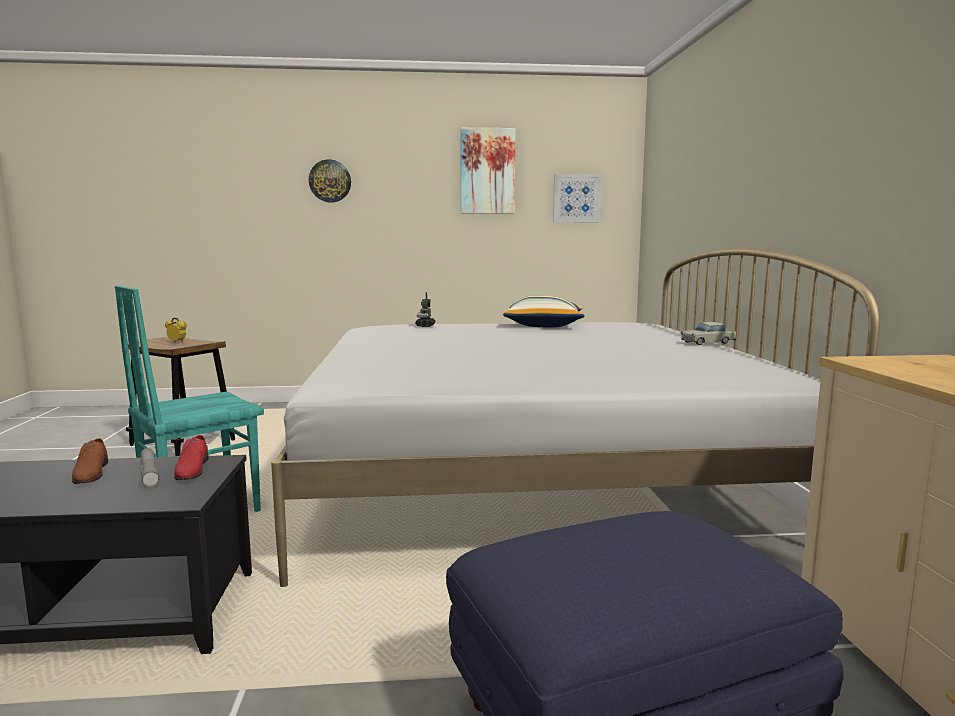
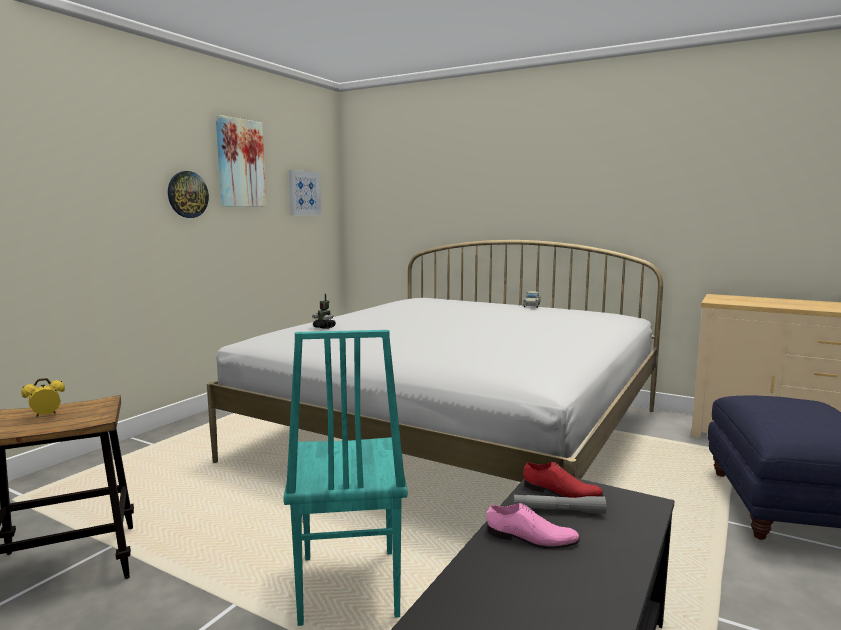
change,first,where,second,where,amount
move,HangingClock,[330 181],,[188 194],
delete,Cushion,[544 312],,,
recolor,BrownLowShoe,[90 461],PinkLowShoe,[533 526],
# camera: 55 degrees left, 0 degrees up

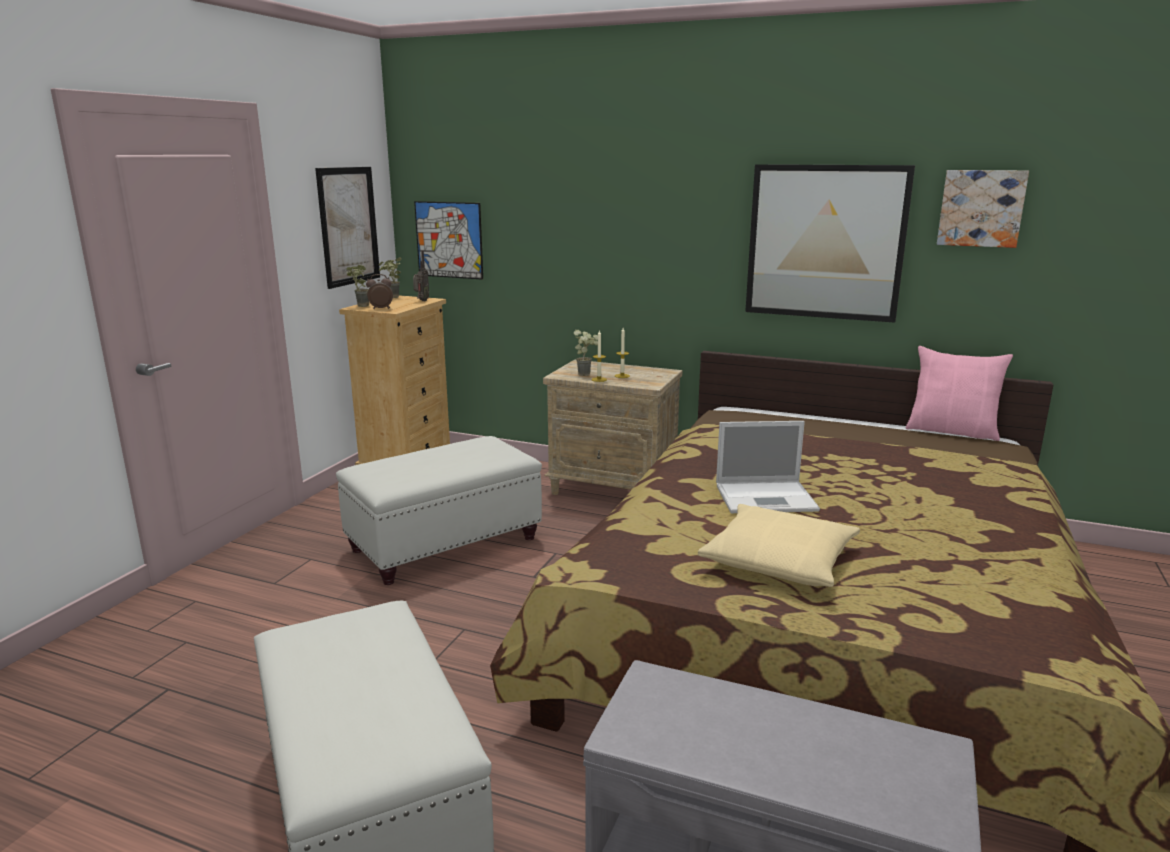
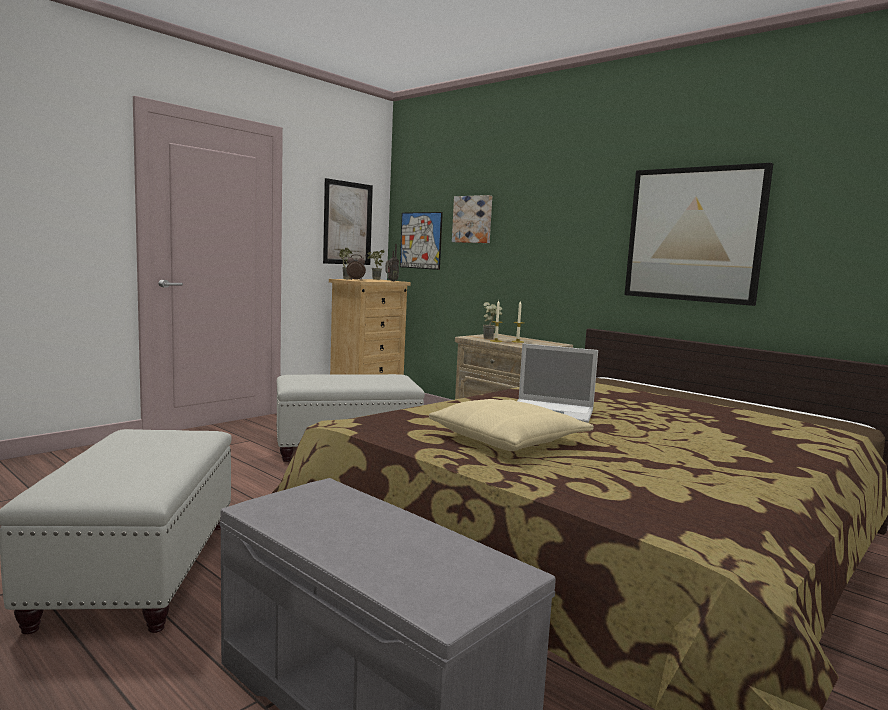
change,first,where,second,where,amount
move,WallArt,[983 209],,[472 219],
delete,PinkCushion,[959 393],,,
# camera: 20 degrees right, 10 degrees down

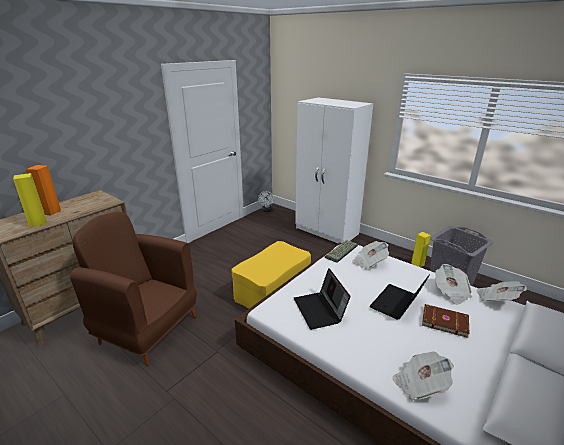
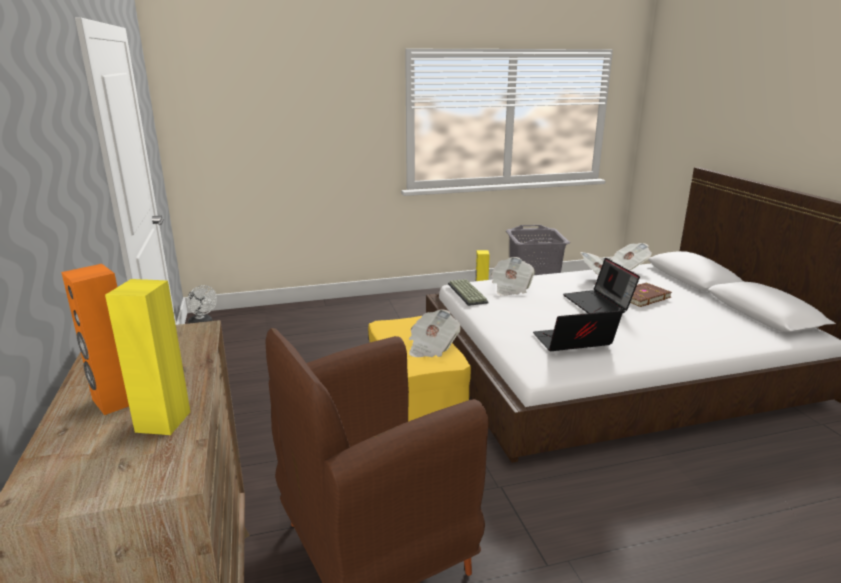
change,first,where,second,where,amount
delete,WhiteClothesCupboard,[334 170],,,
rotate,Laptop,[321 299],,[578 330],150 degrees clockwise
move,Newspaper,[423 375],,[435 333],
# camera: 55 degrees left, 5 degrees down

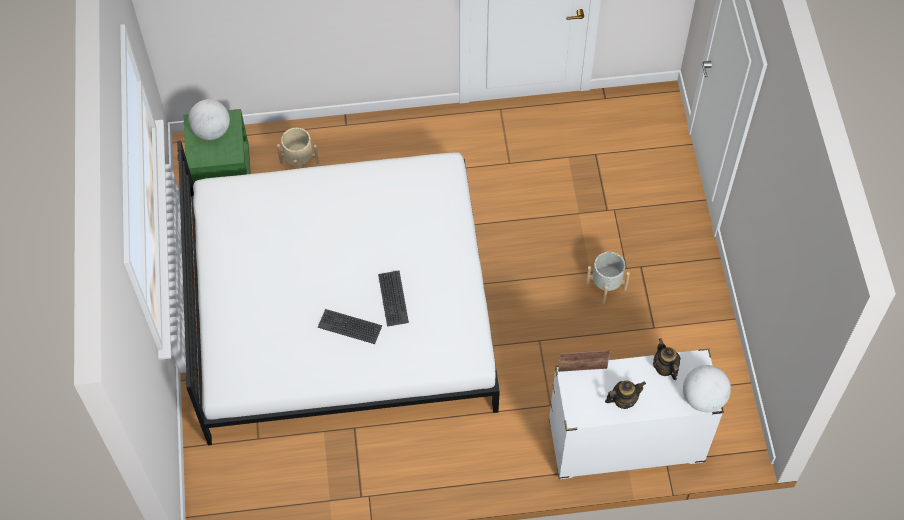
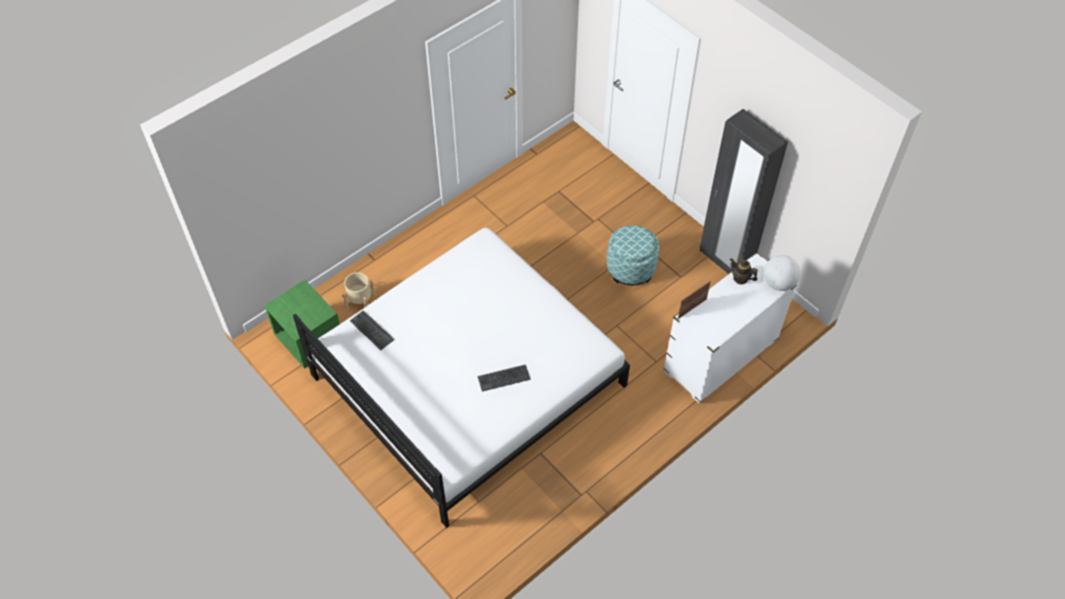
change,first,where,second,where,amount
delete,DeskGlobe,[209 119],,,
replace,GreyFlowerPot,[608 278],Ottoman,[633 255],
move,Keyboard,[393 299],,[372 330],
delete,TeaPot,[625 394],,,
insert,,,BlackColouredClothesCupboard,[743 191],
# camera: 35 degrees left, 5 degrees down

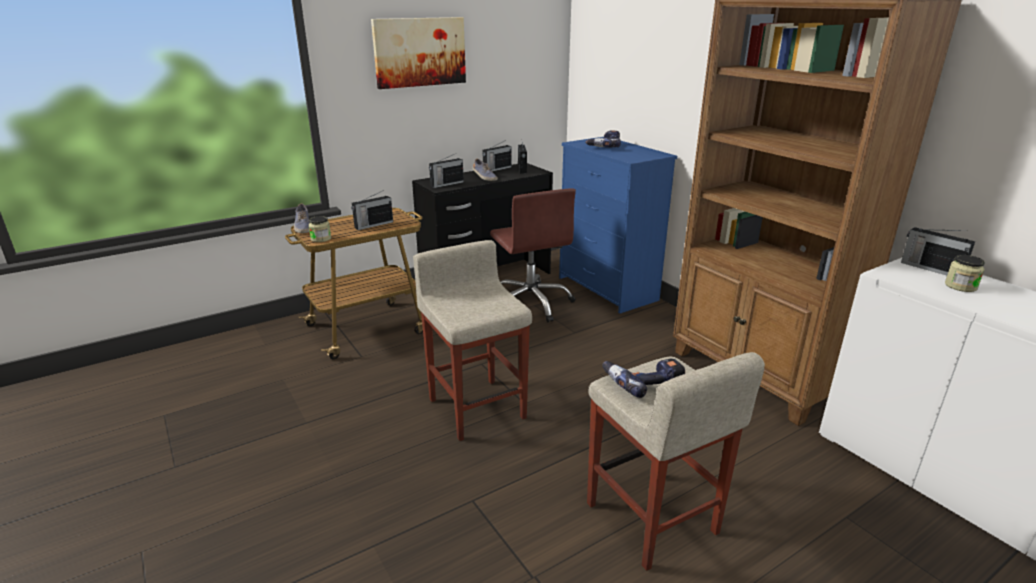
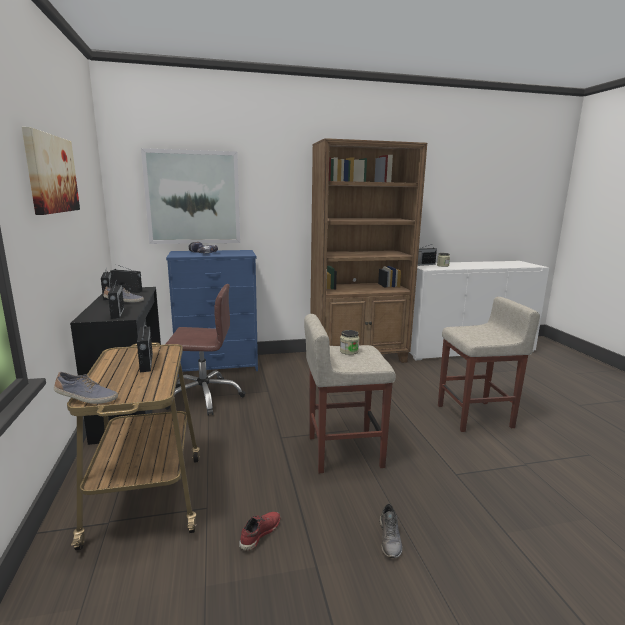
change,first,where,second,where,amount
move,PreserveJar,[320 229],,[349 342],
delete,ElectricDrill,[643 378],,,
insert,,,WallArt,[190 196],
insert,,,GreyLowShoe,[391 531],
insert,,,RedColouredLowShoe,[259 531],
# camera: 70 degrees left, 10 degrees down

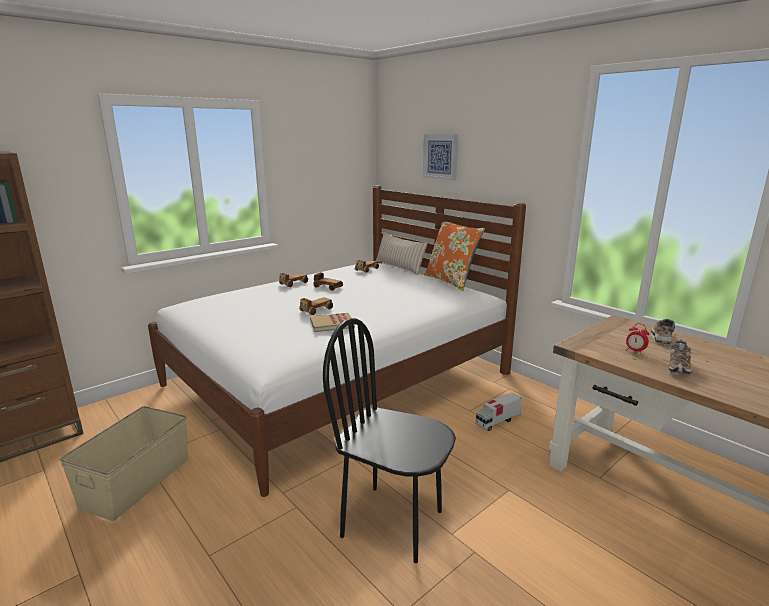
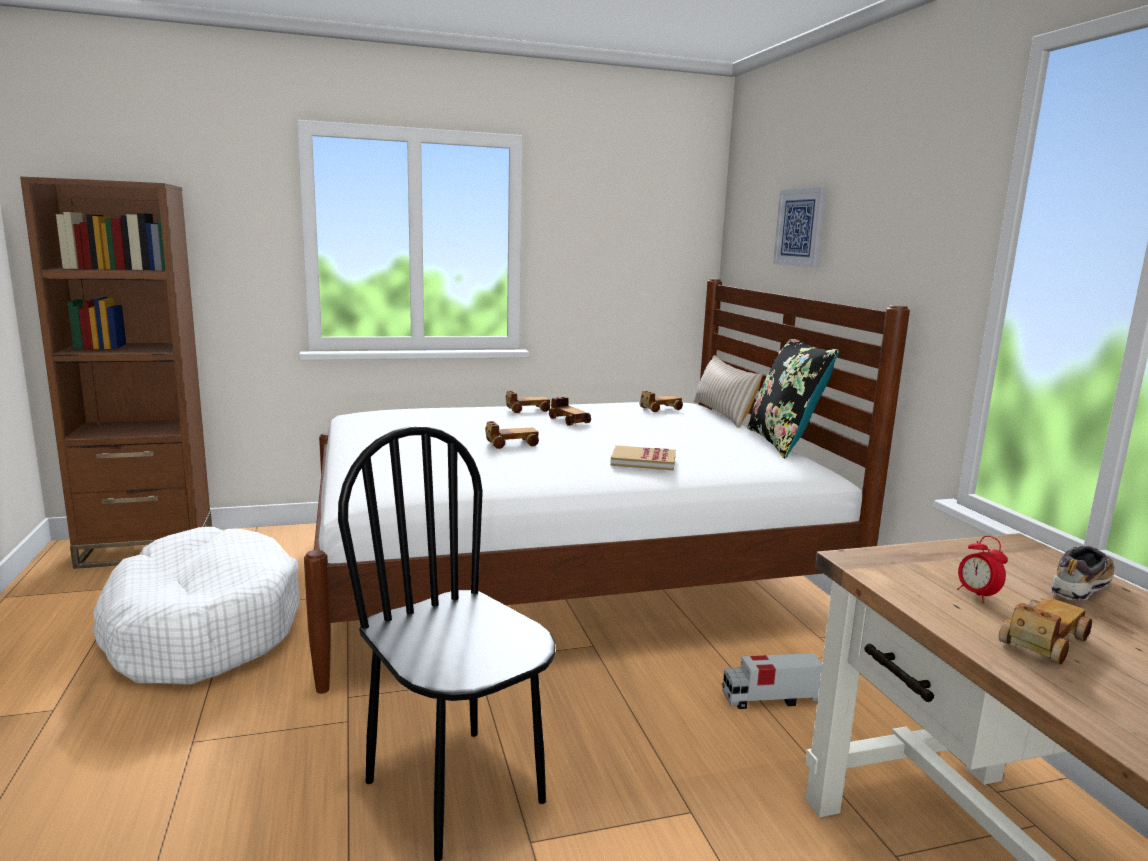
change,first,where,second,where,amount
recolor,OrangeColouredCushion,[454 256],BlackColouredCushion,[793 399],
move,BoundBook,[332 322],,[643 457],
replace,LowShoe,[680 357],ModelCar,[1045 631],
replace,BeigeColouredStorageBin,[124 463],WhitePetBed,[196 606],
# camera: 25 degrees right, 5 degrees down

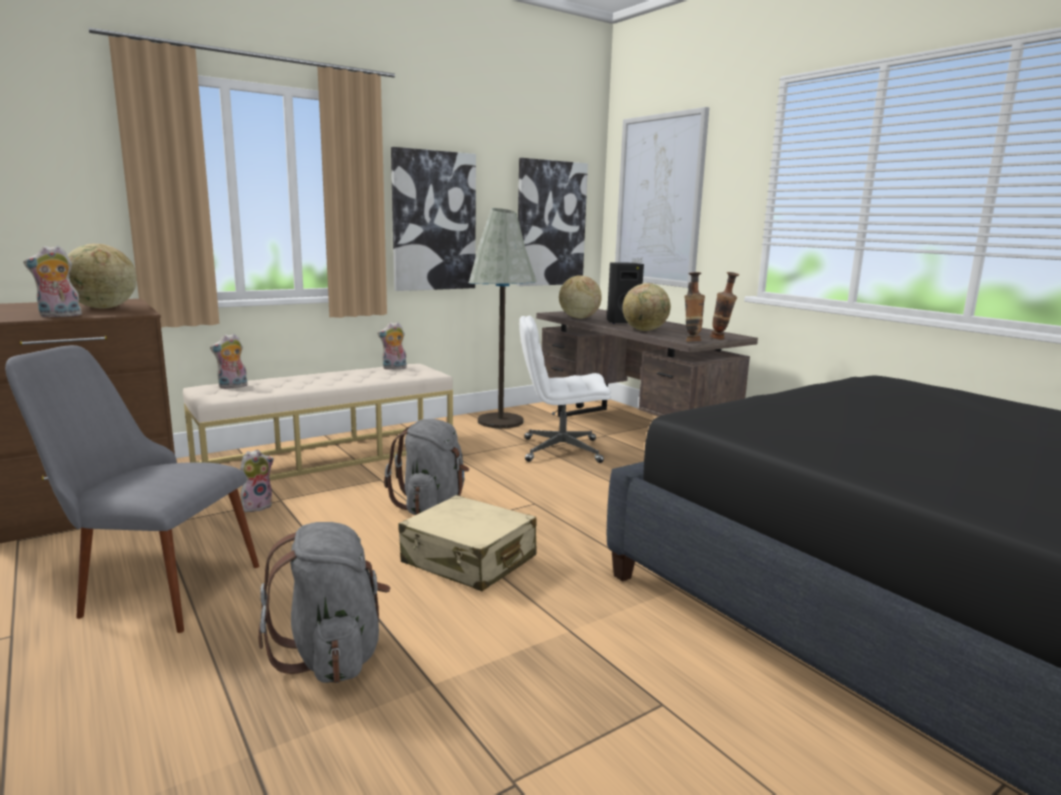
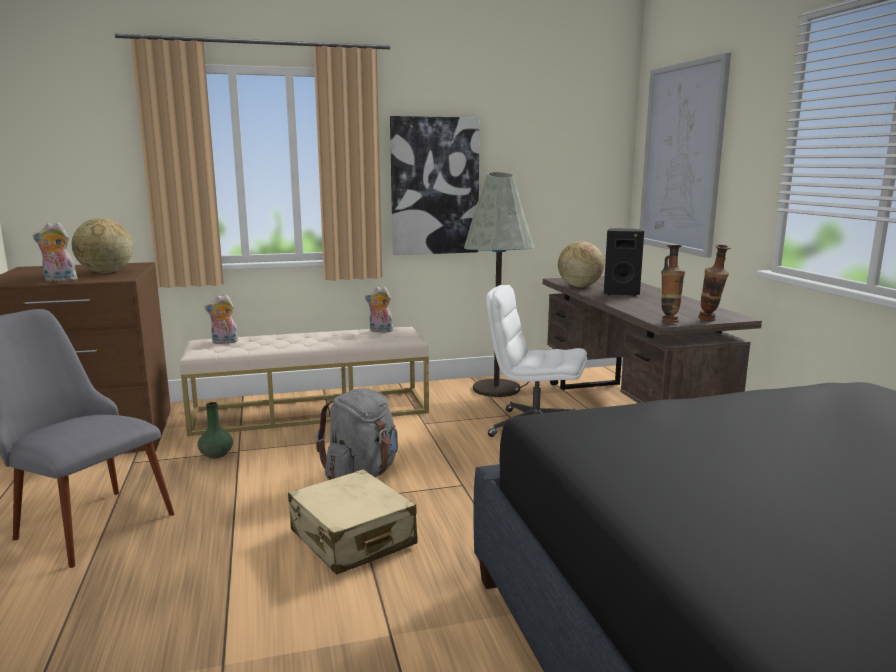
change,first,where,second,where,amount
delete,WallArt,[552 222],,,
delete,DeskGlobe,[647 307],,,
replace,SoftToy,[257 481],GreenVase,[215 430],
delete,GreyKnapsack,[324 602],,,
# camera: 20 degrees right, 0 degrees up

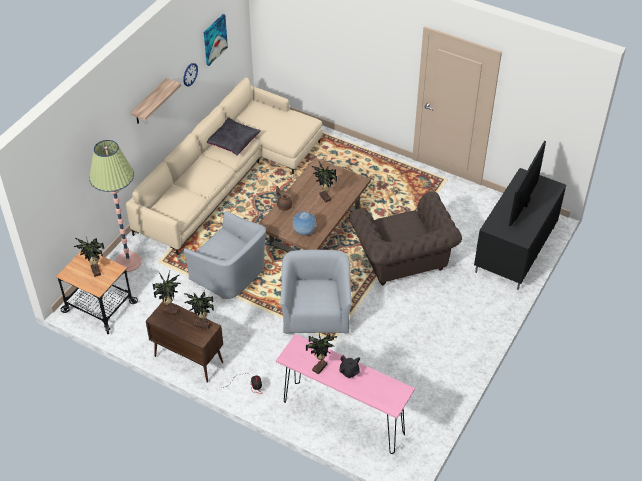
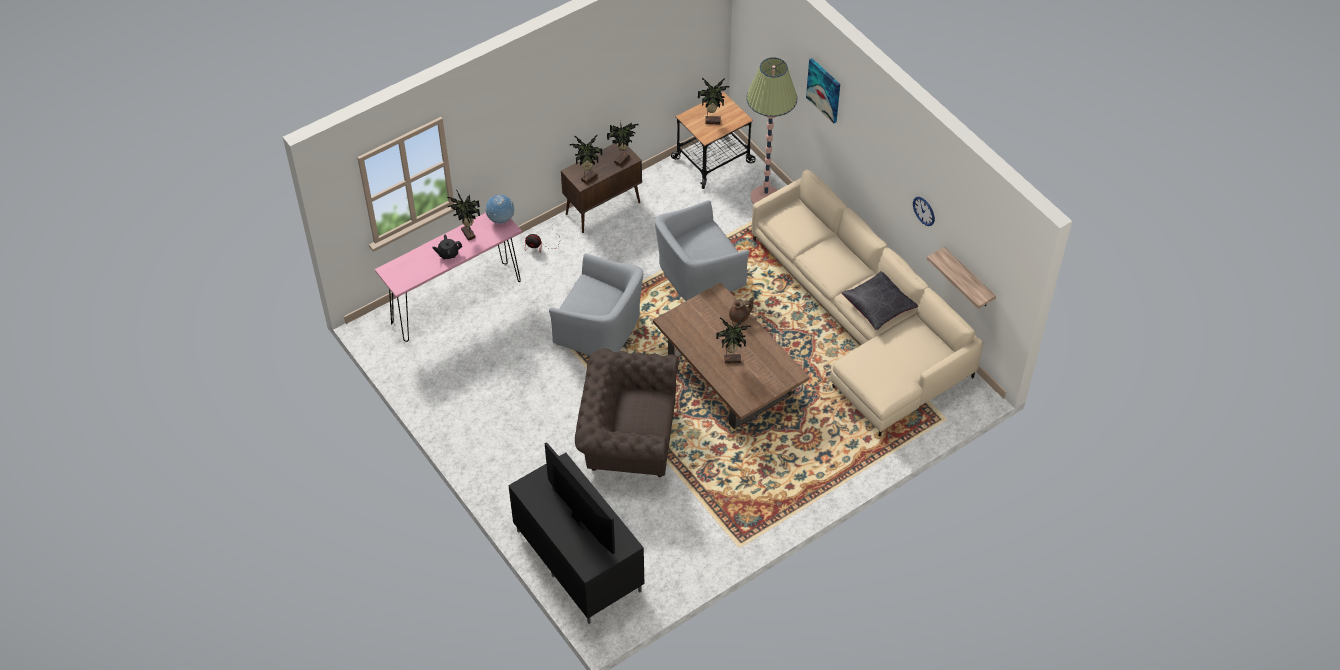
change,first,where,second,where,amount
move,WallArt,[216 40],,[823 91],
move,Shelf,[155 101],,[961 278],
move,DeskGlobe,[305 223],,[499 209],
# camera: 115 degrees right, 5 degrees up

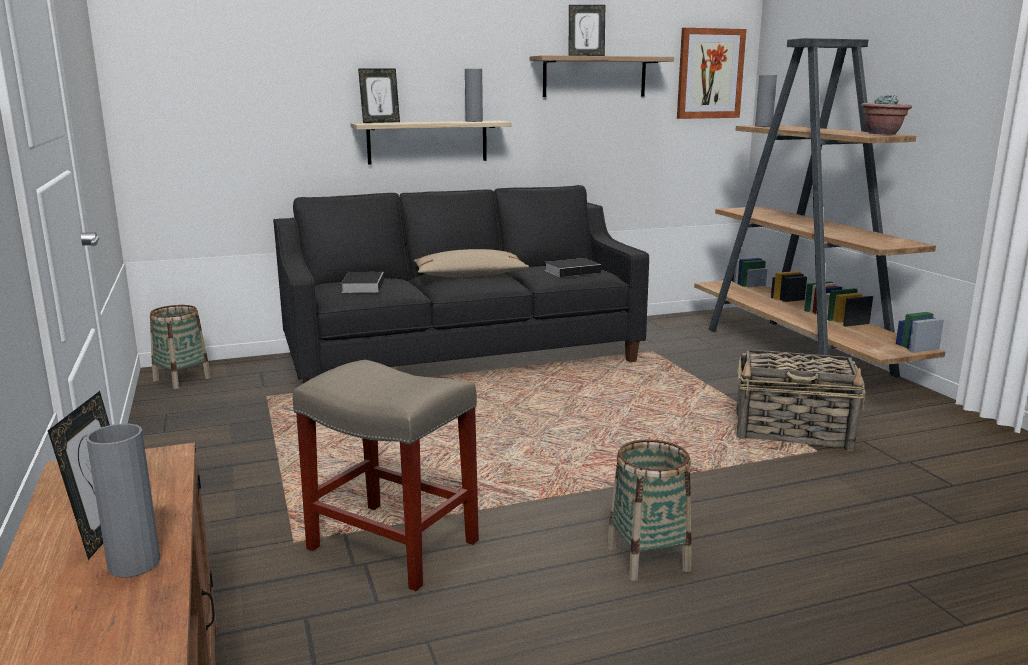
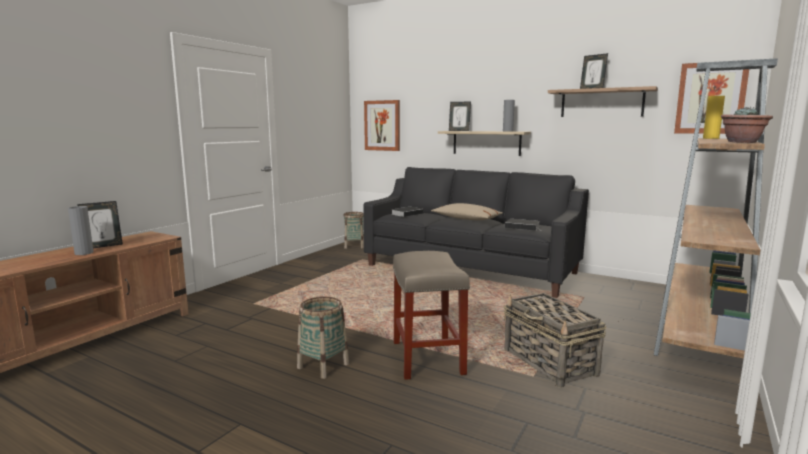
change,first,where,second,where,amount
recolor,GreyVase,[766 101],YellowColouredVase,[714 117],
move,BeigeColouredStool,[386 475],,[431 315],
insert,,,WallArt,[382 125],
# camera: 50 degrees right, 5 degrees down

